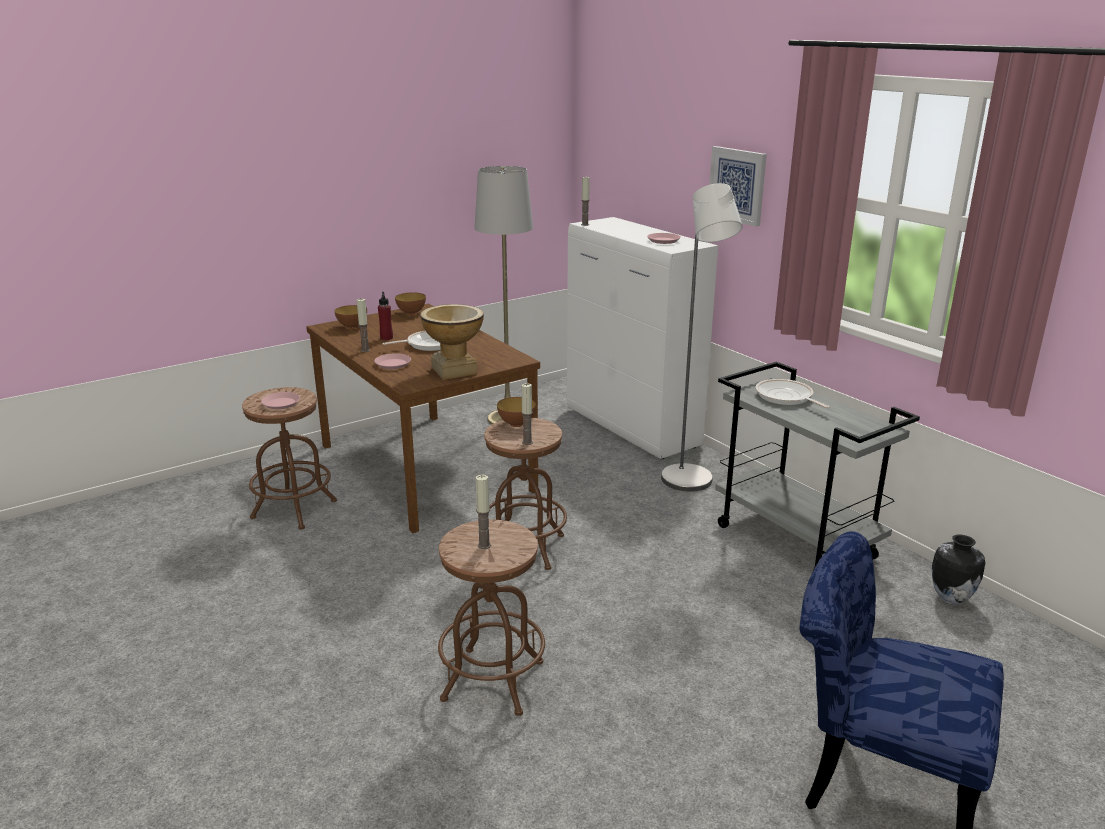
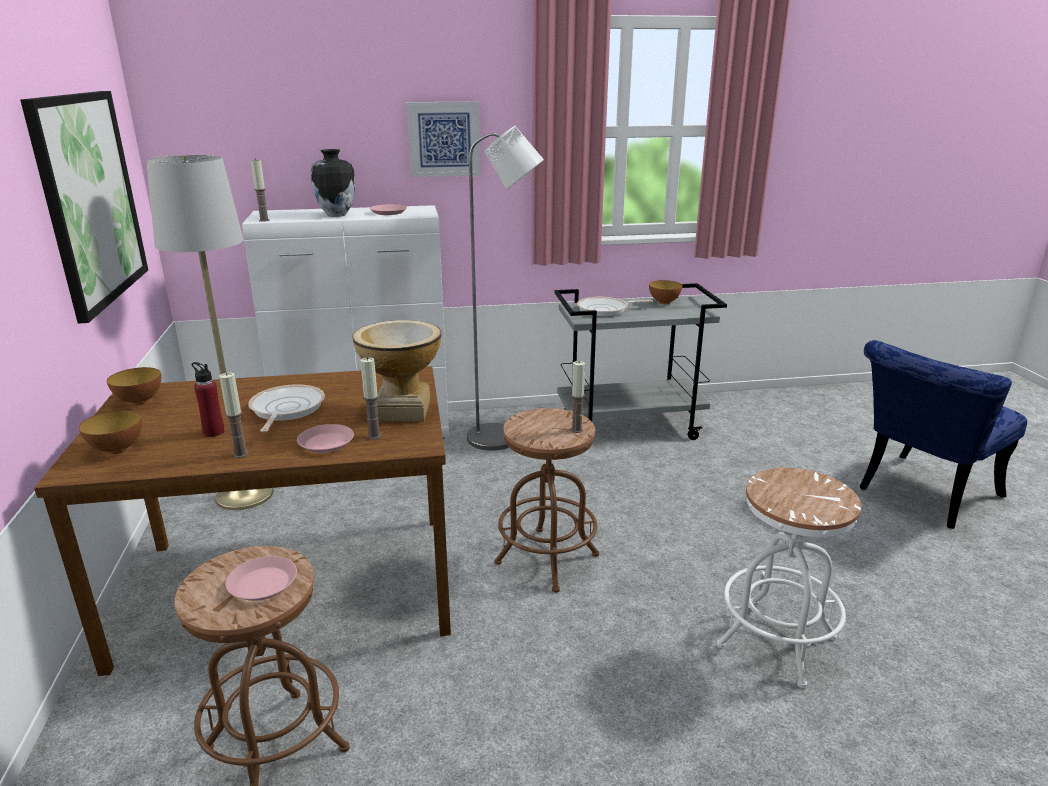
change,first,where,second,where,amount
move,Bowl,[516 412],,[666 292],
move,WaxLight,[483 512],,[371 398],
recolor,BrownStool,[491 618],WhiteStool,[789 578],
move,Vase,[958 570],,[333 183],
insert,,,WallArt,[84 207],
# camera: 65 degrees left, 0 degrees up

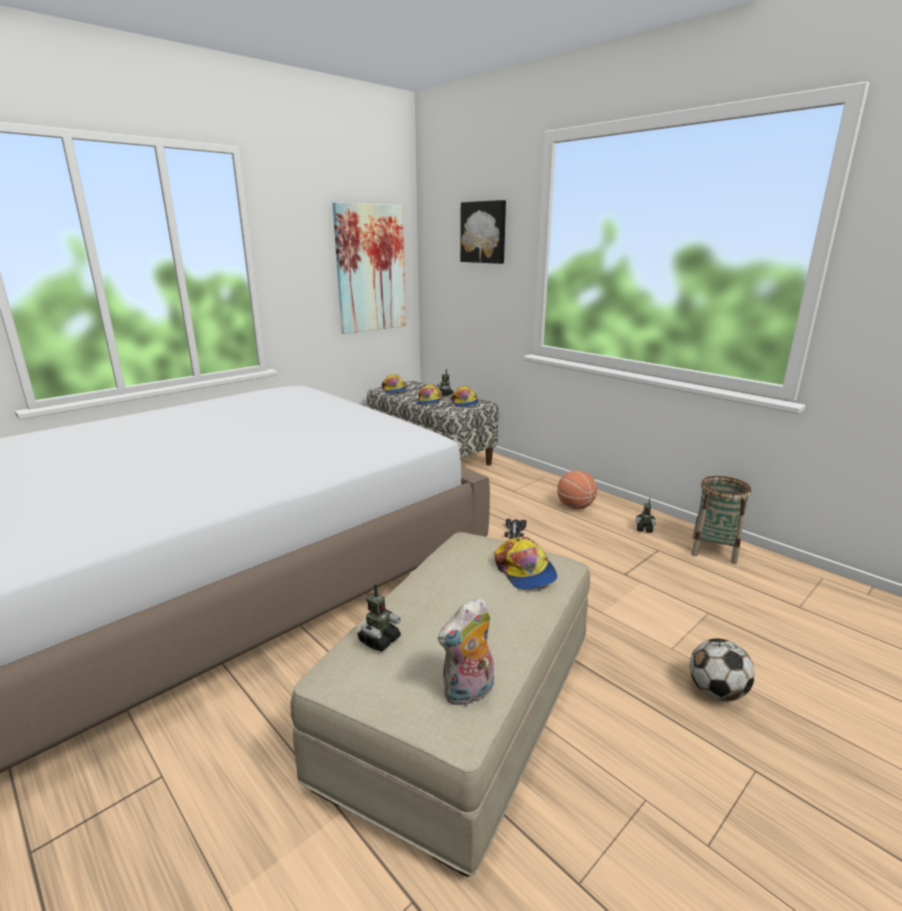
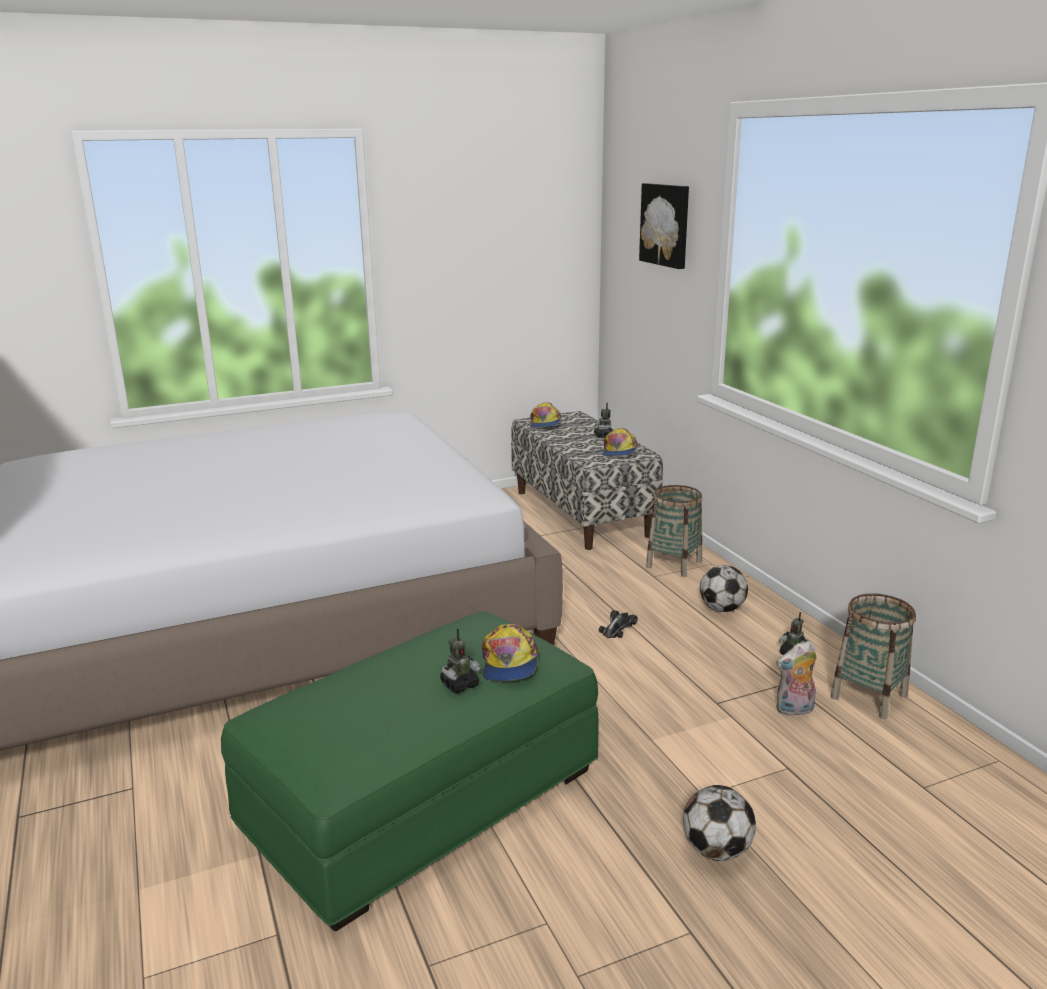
change,first,where,second,where,amount
delete,WallArt,[369 268],,,
delete,BaseballCap,[429 394],,,
replace,Basketball,[577 490],FootballBall,[724 588],
recolor,BeigeColouredOttoman,[440 704],GreenOttoman,[410 771],
move,ModelRobot,[379 617],,[460 660],
move,SoftToy,[466 651],,[796 679],
insert,,,Basket,[674 531],
# camera: 20 degrees right, 0 degrees up

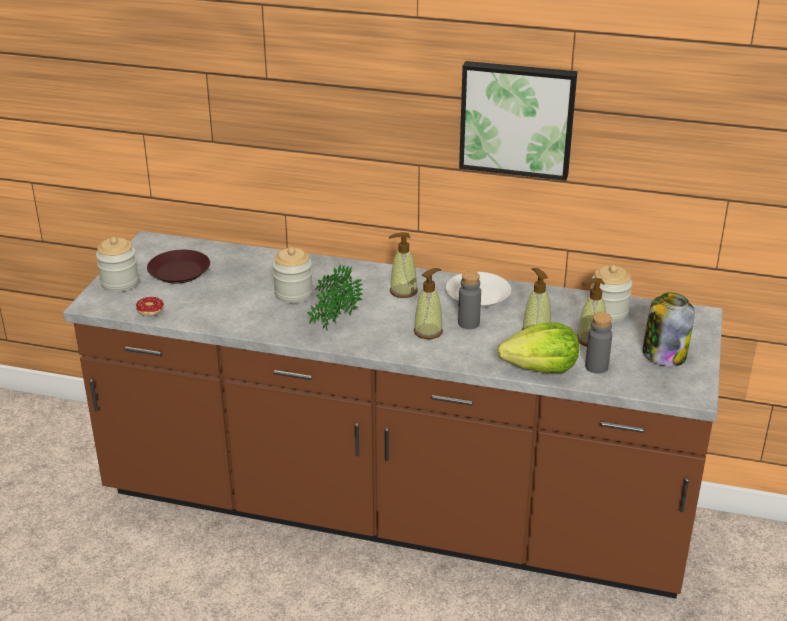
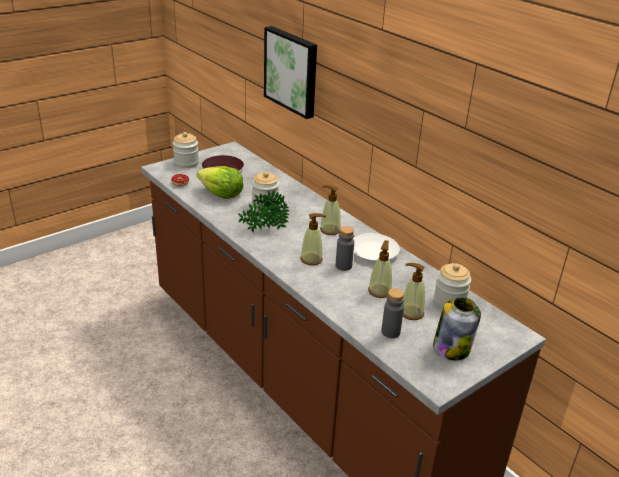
change,first,where,second,where,amount
move,WallArt,[518 121],,[290 72],
move,LettuceHead,[538 347],,[220 182],
# camera: 35 degrees right, 0 degrees up

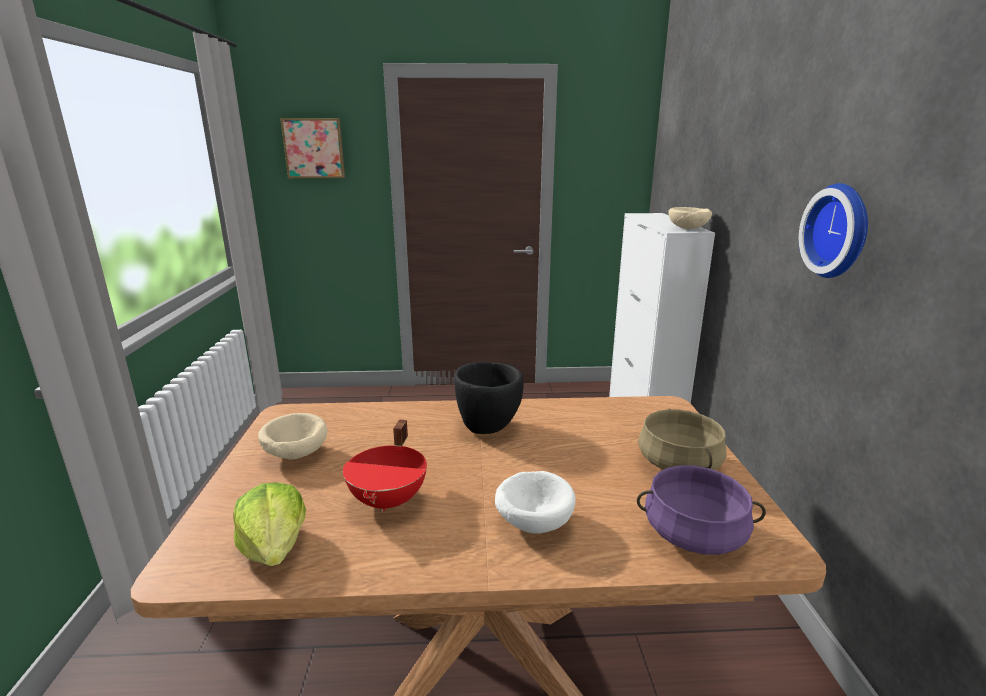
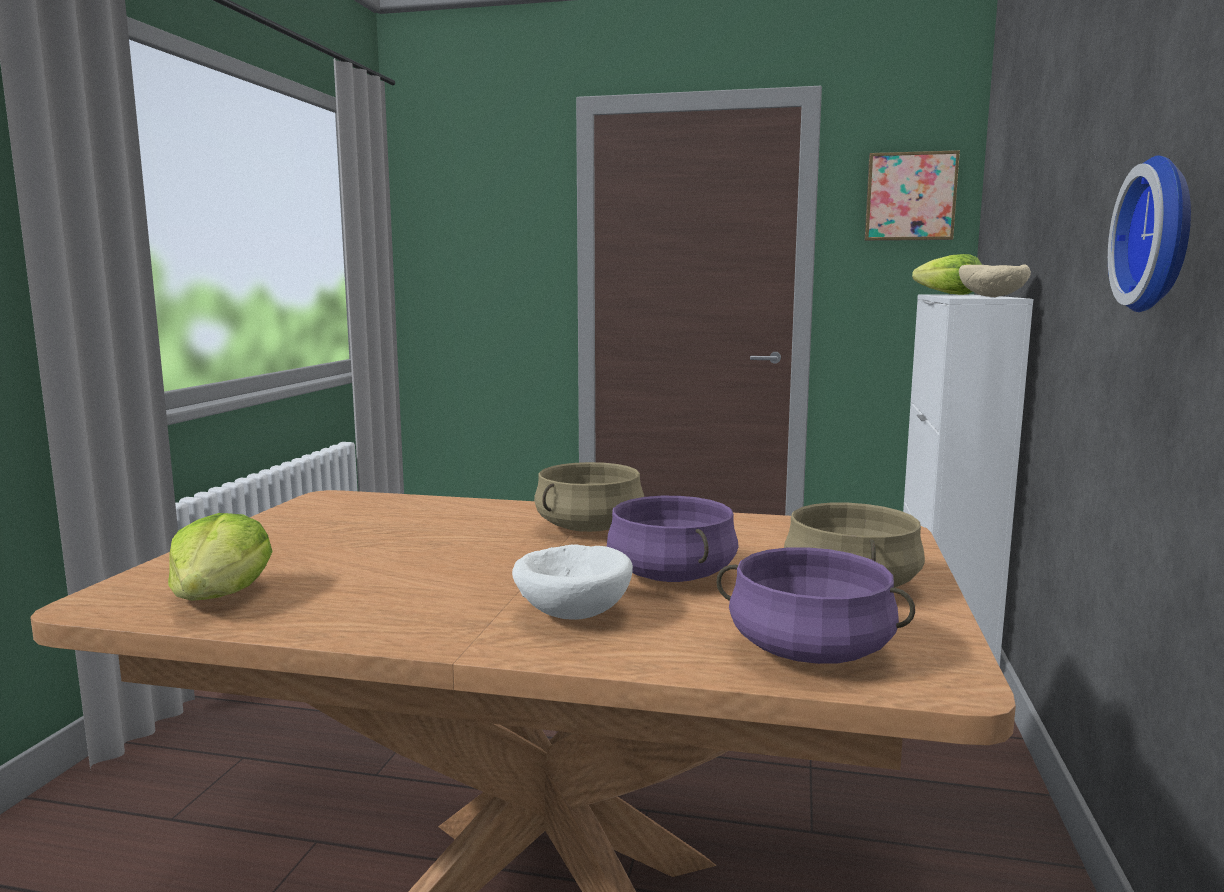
change,first,where,second,where,amount
move,WallArt,[312 148],,[912 195],
replace,BlackColouredBowl,[489 398],BeigeColouredStockpot,[589 497],
delete,BeigeColouredBowl,[293 436],,,
delete,RedColouredStockpot,[385 466],,,
insert,,,LettuceHead,[947 274],
insert,,,PurpleColouredStockpot,[673 539],
# camera: 15 degrees right, 10 degrees down

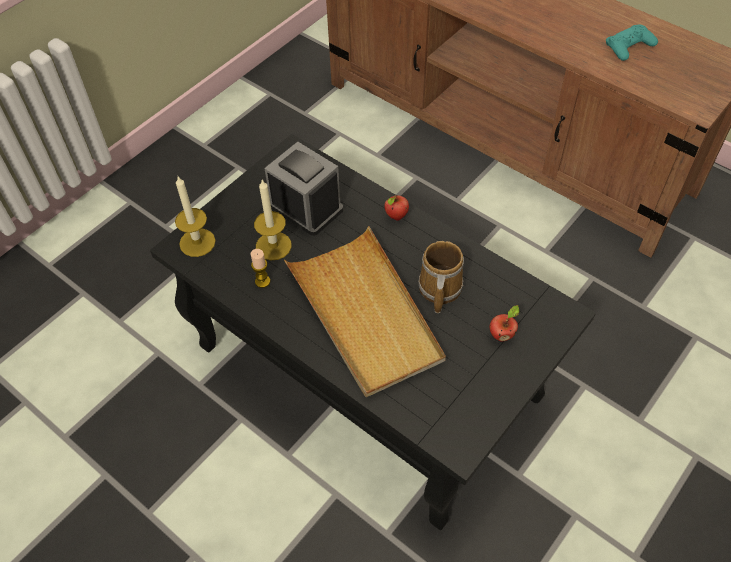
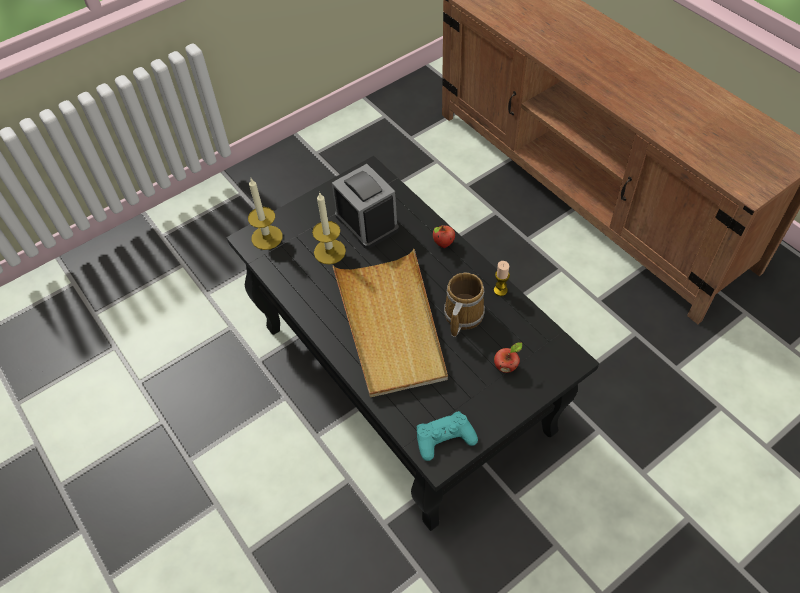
change,first,where,second,where,amount
move,BlueGreenGamepad,[632 42],,[447 436],
move,WaxLight,[260 268],,[502 278],
# camera: 15 degrees right, 0 degrees up

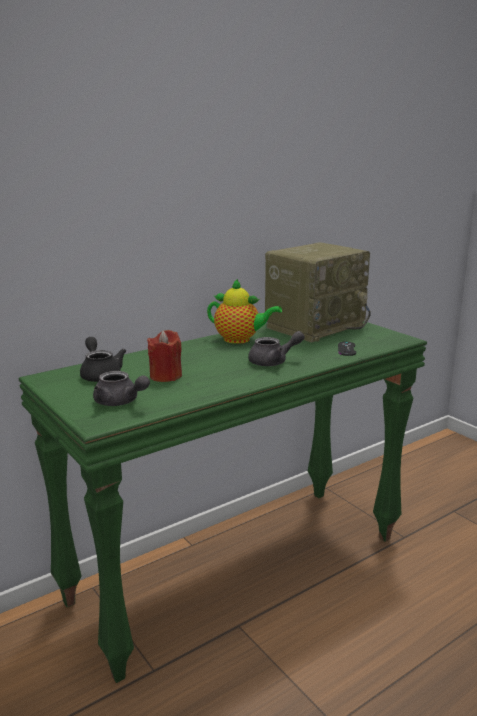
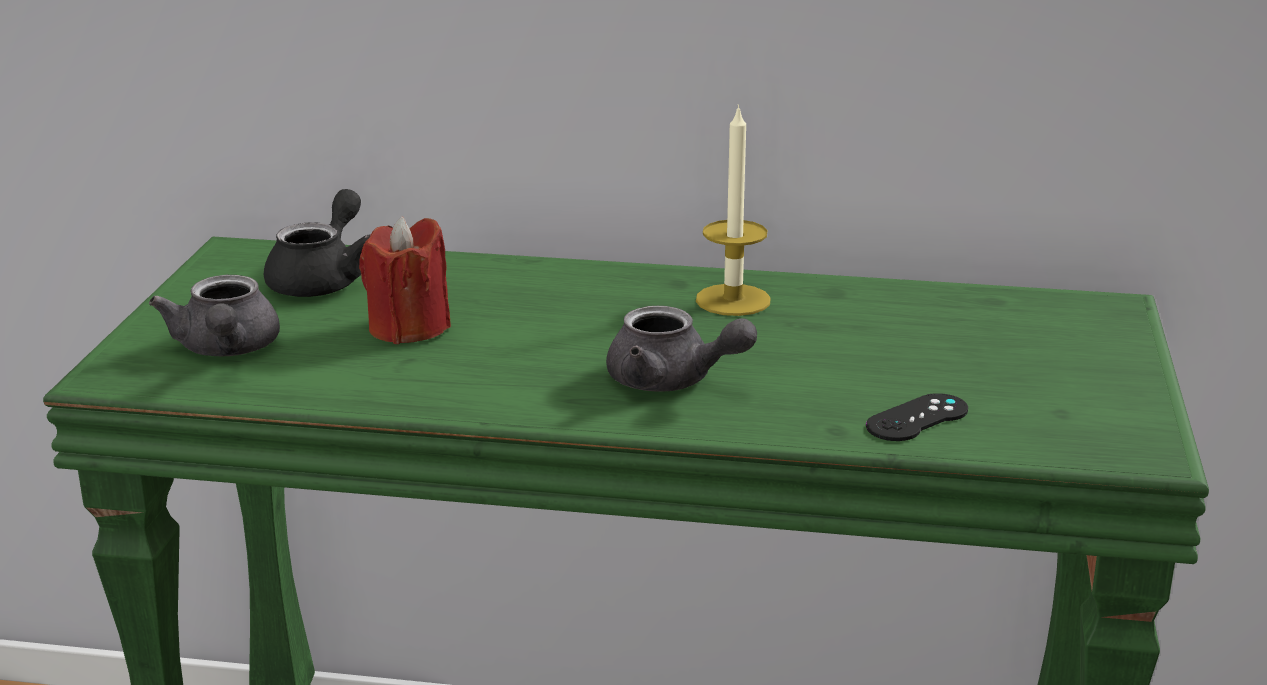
change,first,where,second,where,amount
delete,RadioReceiver,[318 292],,,
replace,TeaPot,[244 311],WaxLight,[733 210],
# camera: 45 degrees right, 5 degrees up

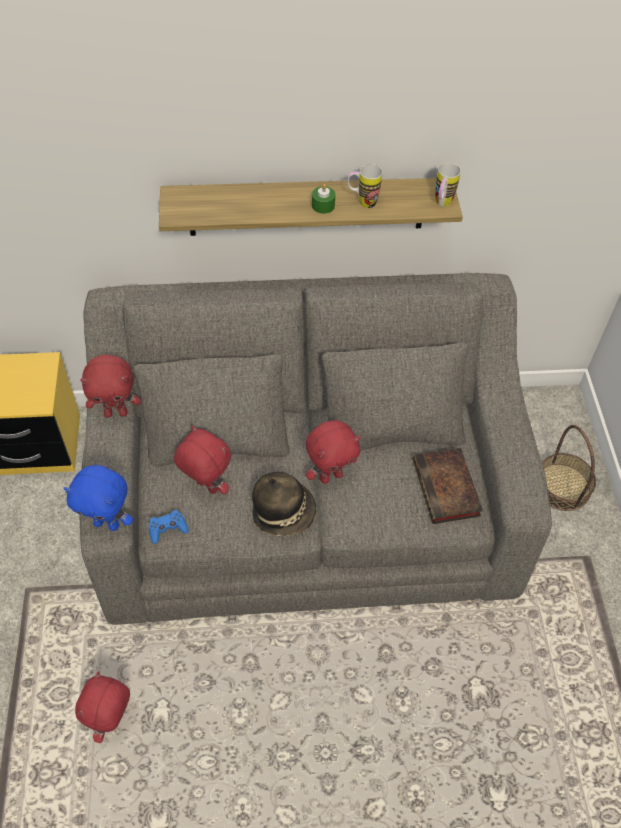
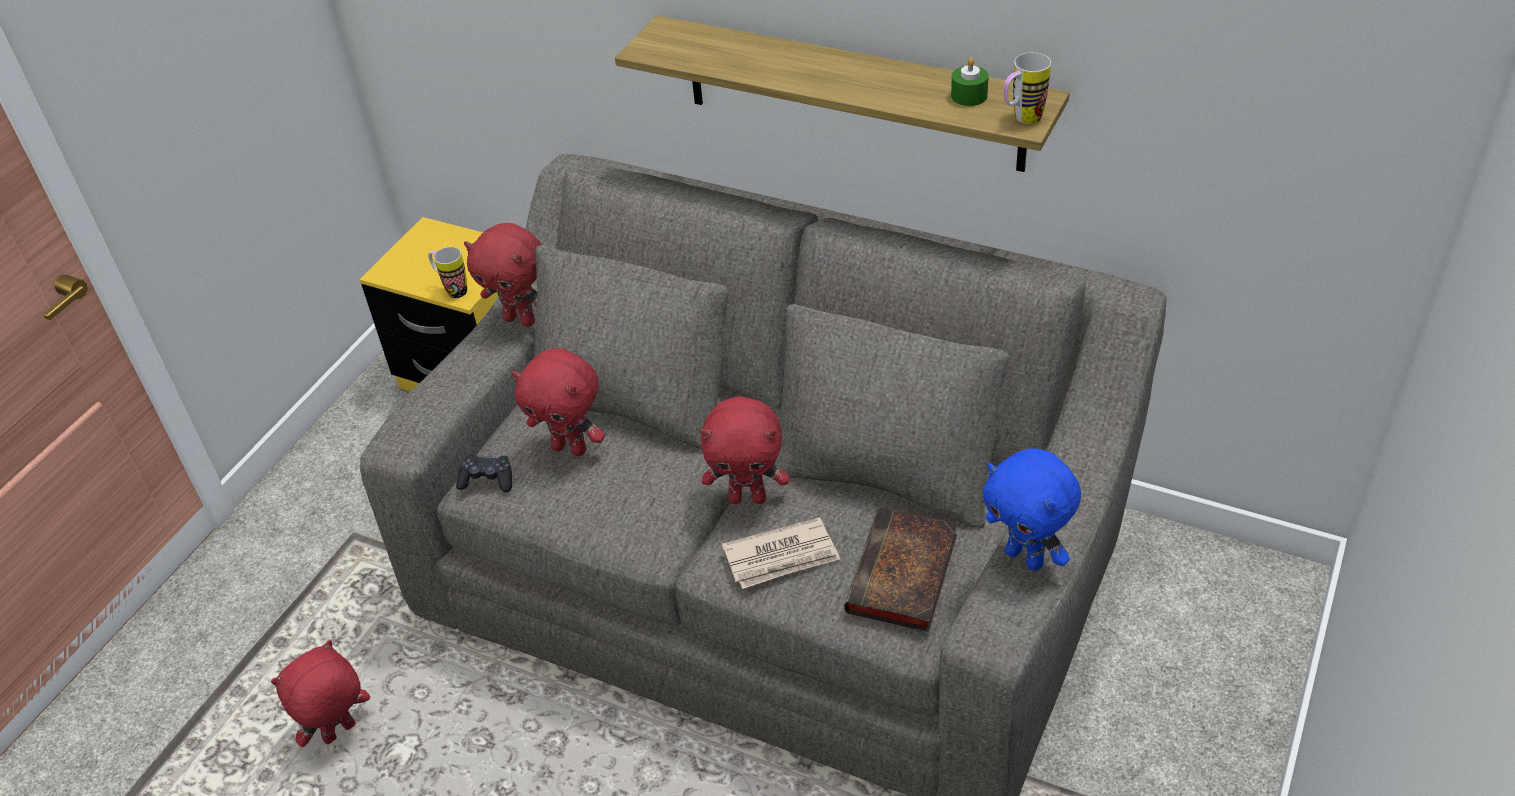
change,first,where,second,where,amount
move,CoffeeMug,[364 186],,[447 272],
move,GreenWaxLight,[323 199],,[970 82],
delete,Basket,[569 468],,,
rotate,RedColouredSoftToy,[202 460],,[558 402],135 degrees clockwise
move,BlueSoftToy,[98 498],,[1032 509],
delete,WearableHat,[284 504],,,
recolor,BlueGamepad,[169 527],BlackColouredGamepad,[484 473],
insert,,,Newspaper,[781 553],
# camera: 35 degrees right, 10 degrees down

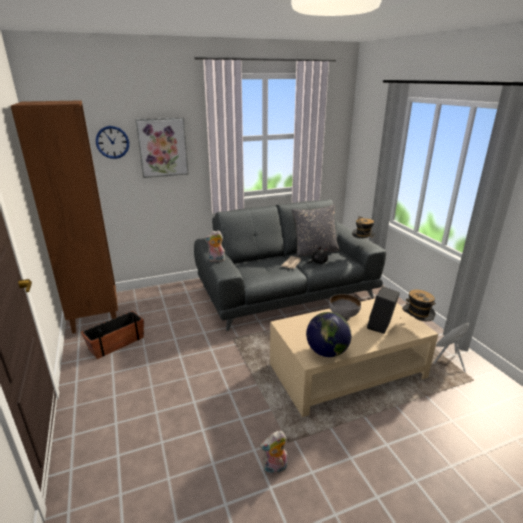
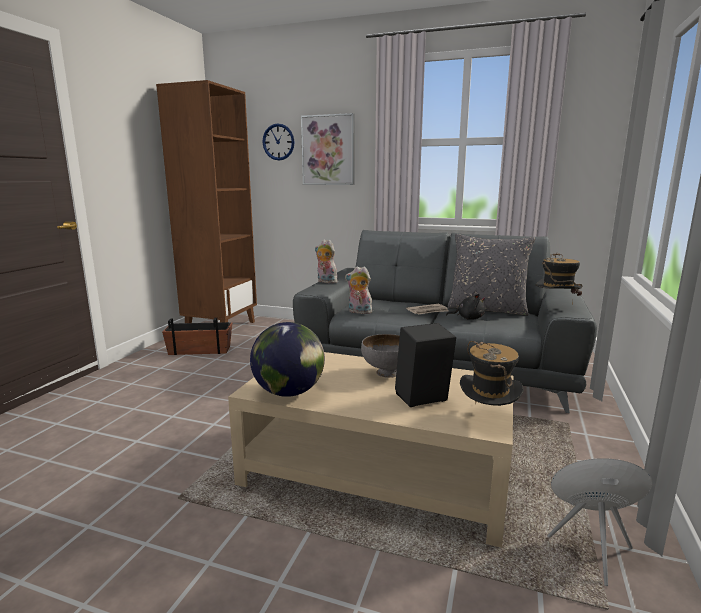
change,first,where,second,where,amount
move,SoftToy,[273 453],,[360 290],
# camera: 40 degrees right, 10 degrees down

